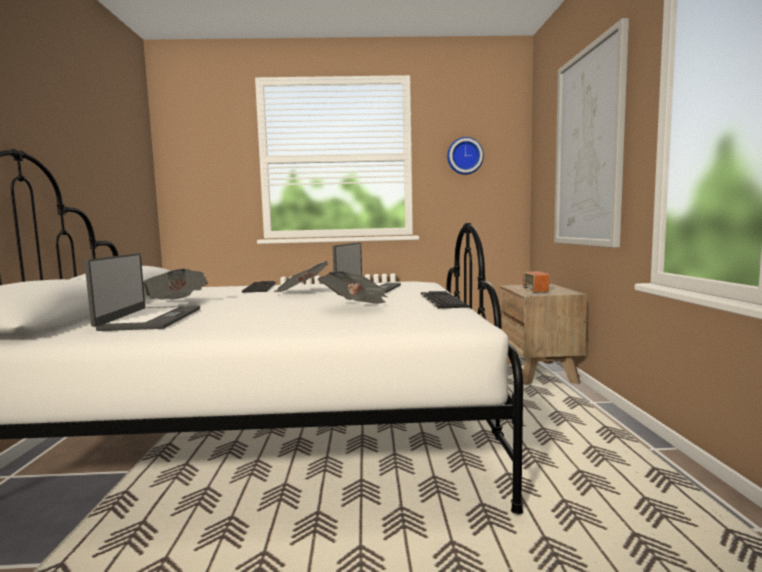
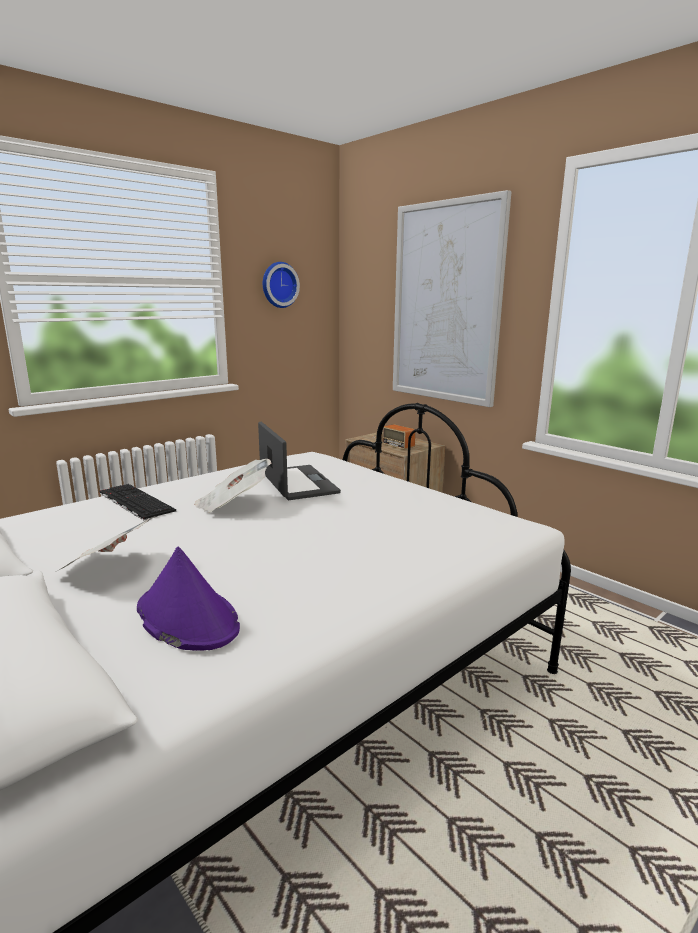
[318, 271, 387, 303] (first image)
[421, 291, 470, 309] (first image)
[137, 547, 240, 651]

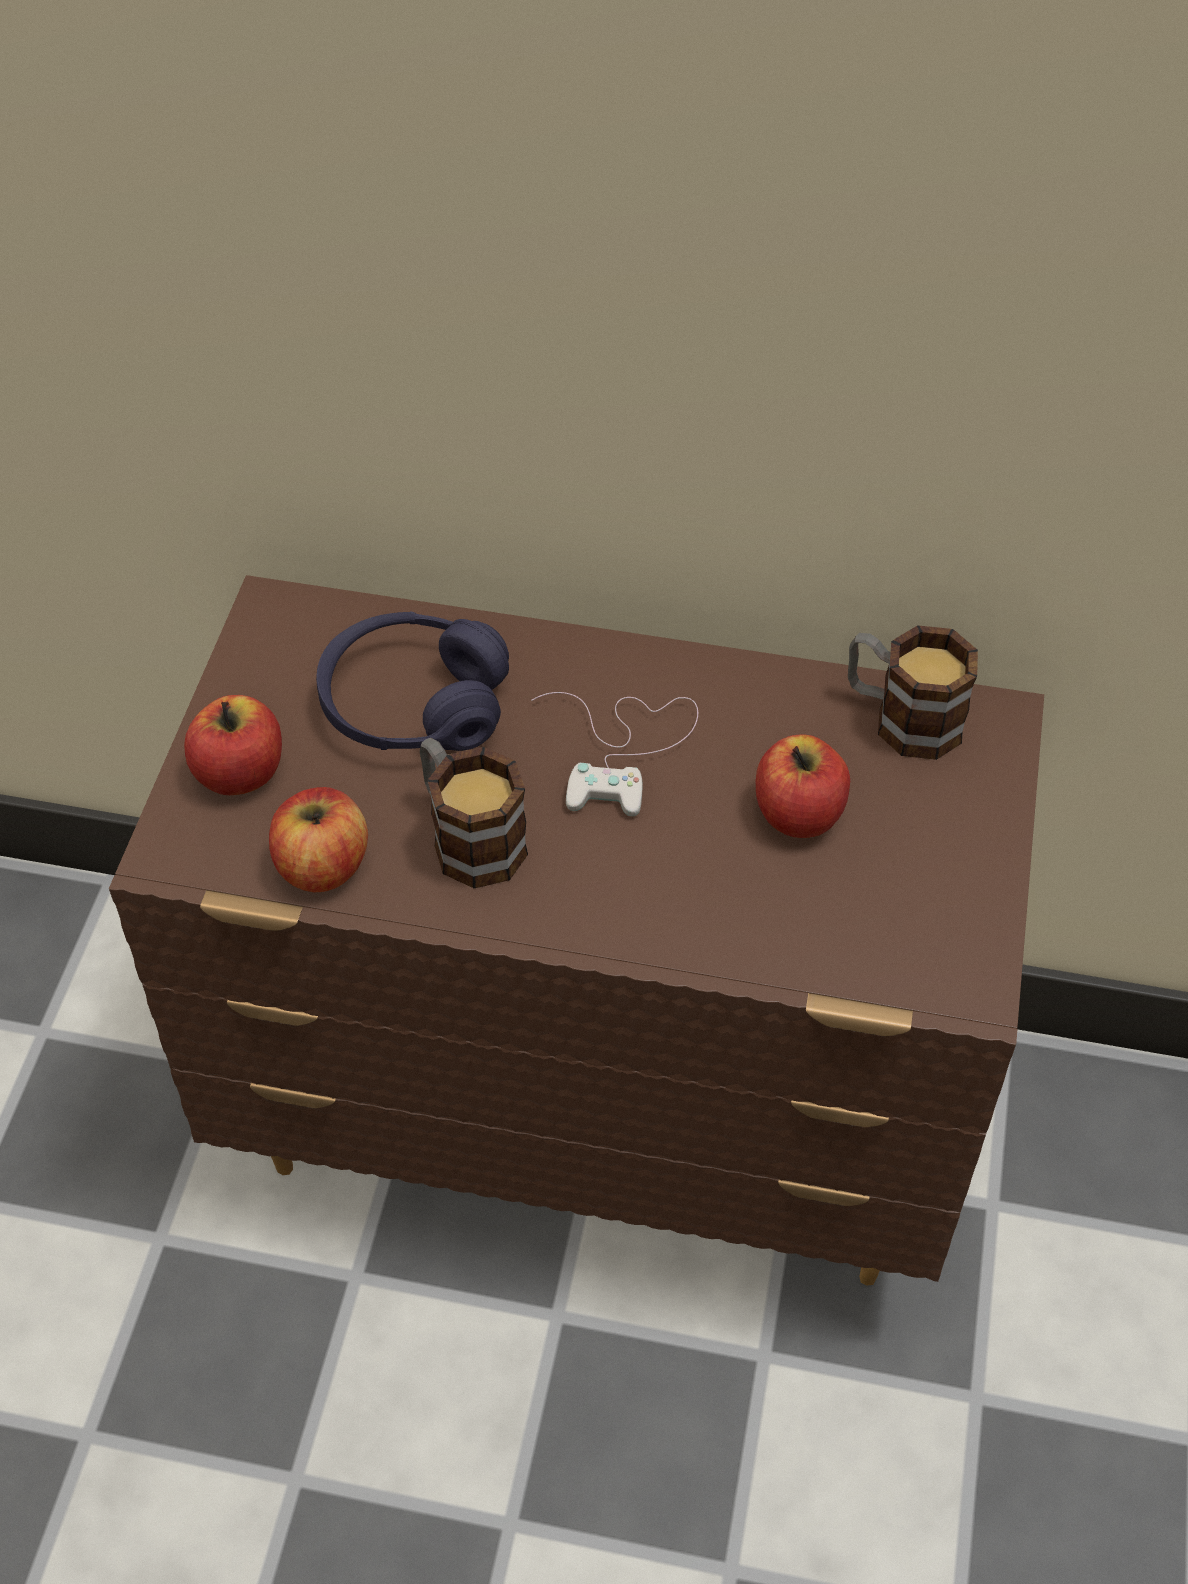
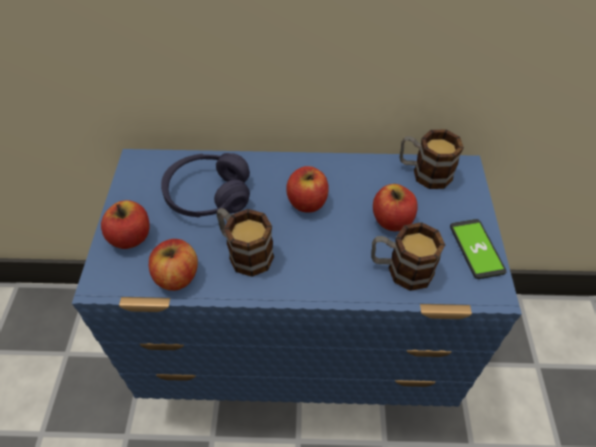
[371, 222, 445, 291]
[450, 219, 506, 279]
[286, 166, 329, 213]
[72, 149, 522, 407]

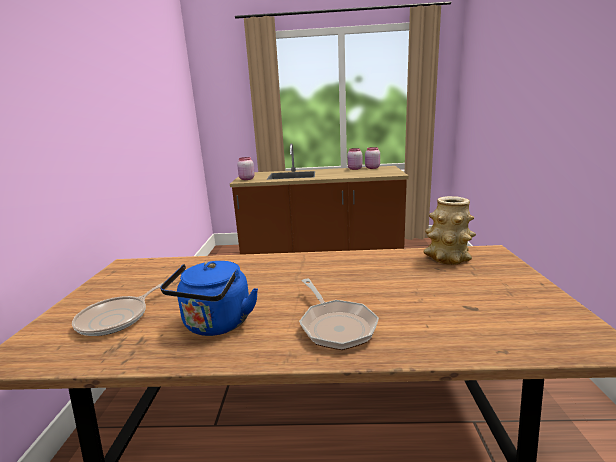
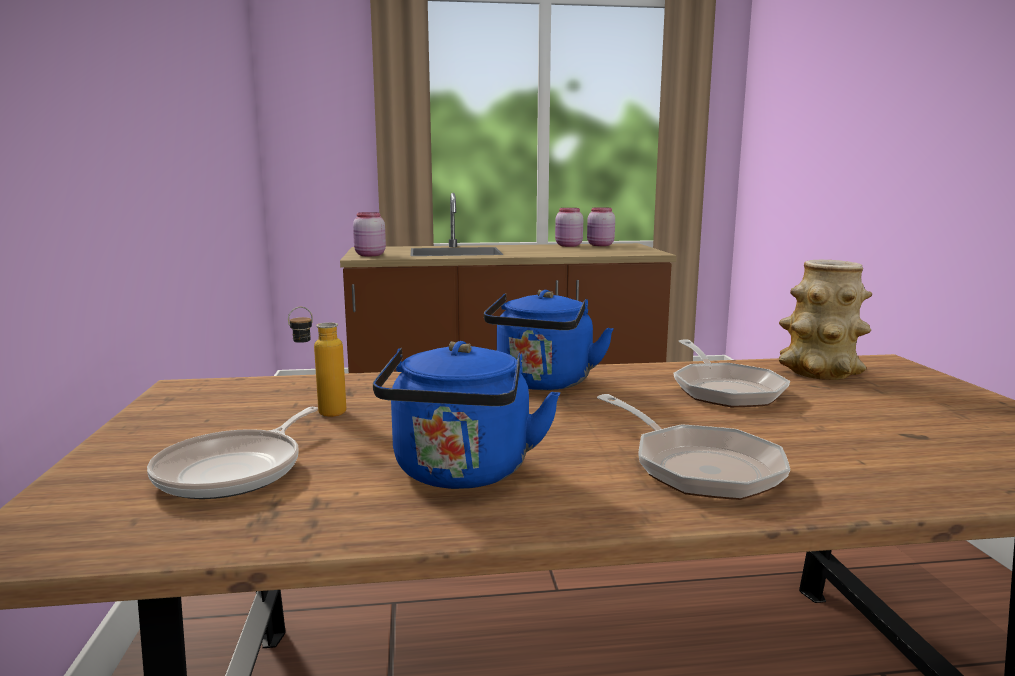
[288, 307, 346, 417]
[484, 290, 614, 390]
[674, 340, 790, 407]

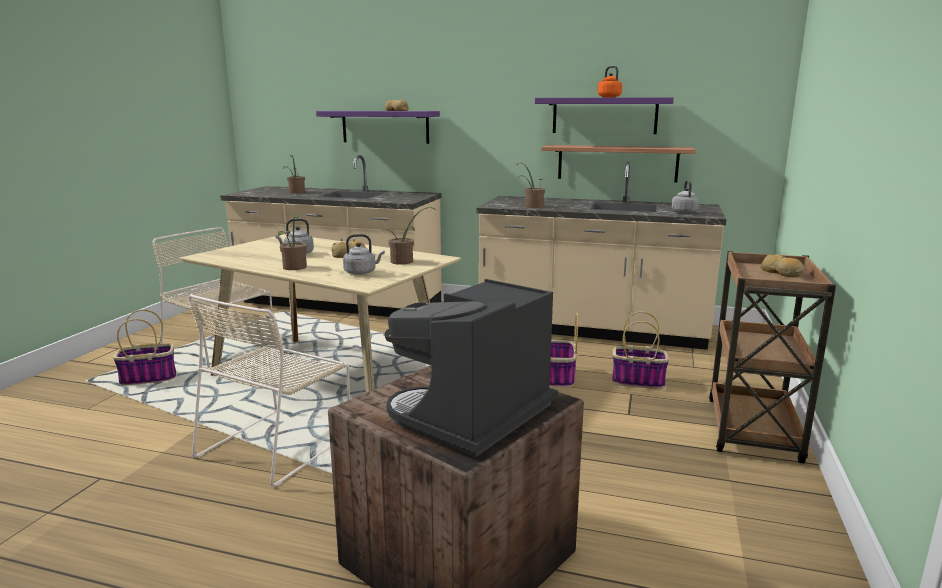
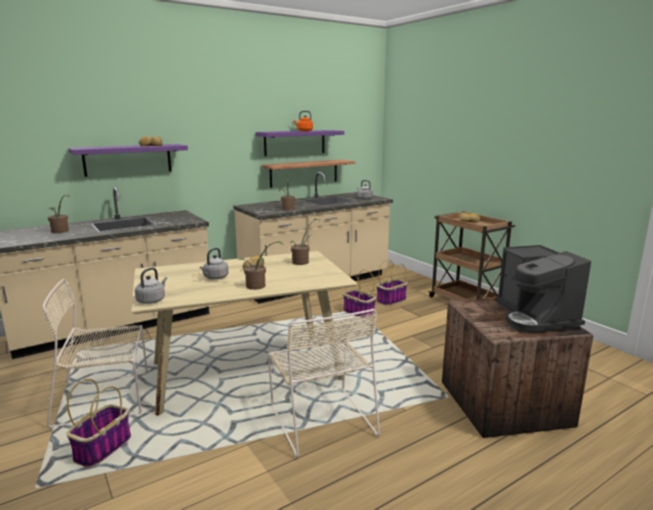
[135, 267, 167, 304]

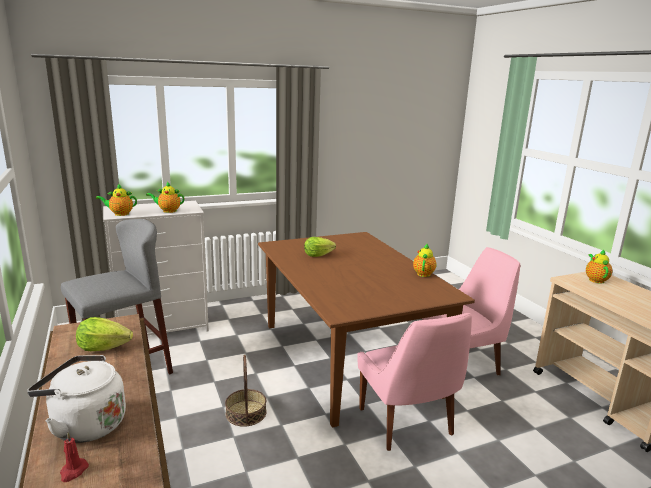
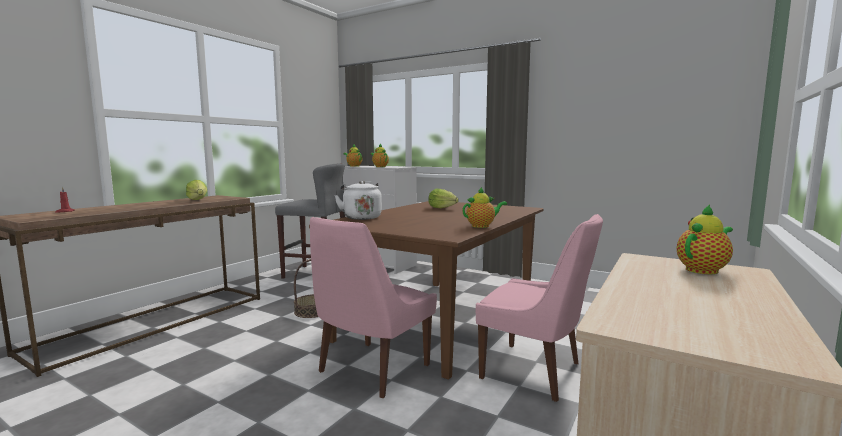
[335, 181, 382, 220]

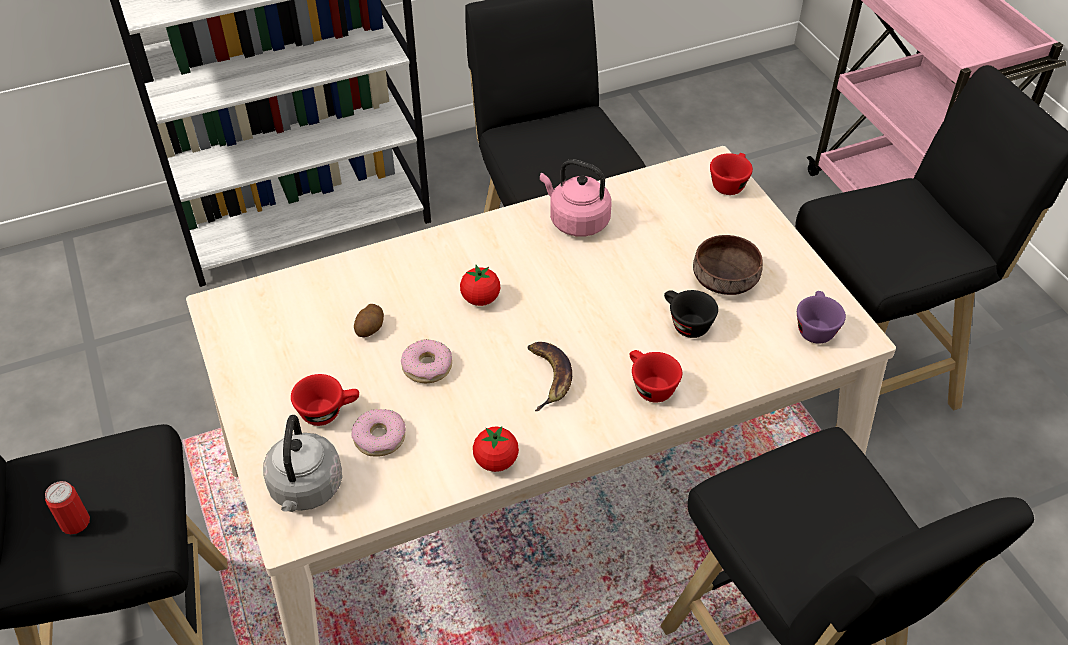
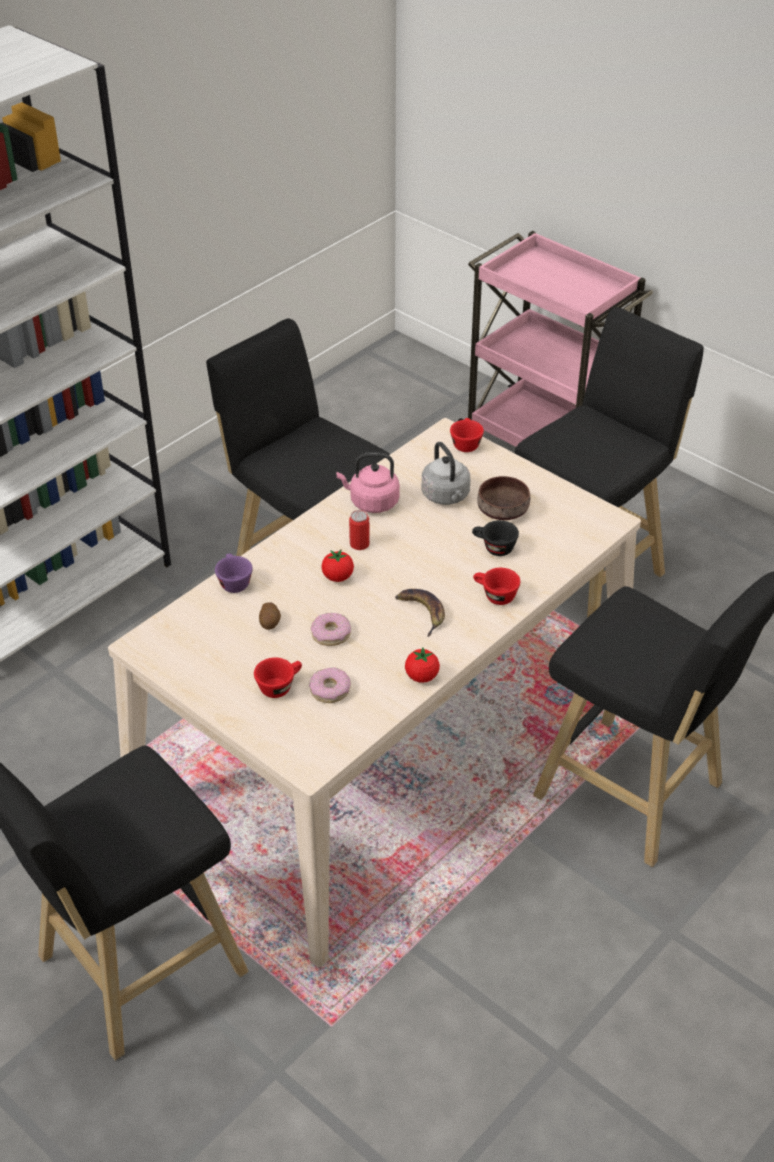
[349, 510, 370, 550]
[422, 442, 470, 505]
[215, 554, 253, 593]

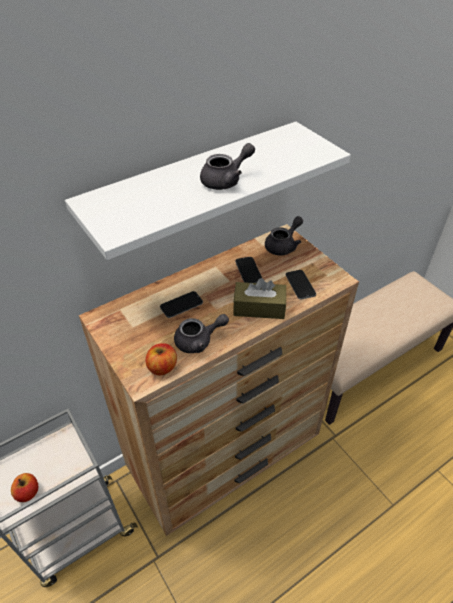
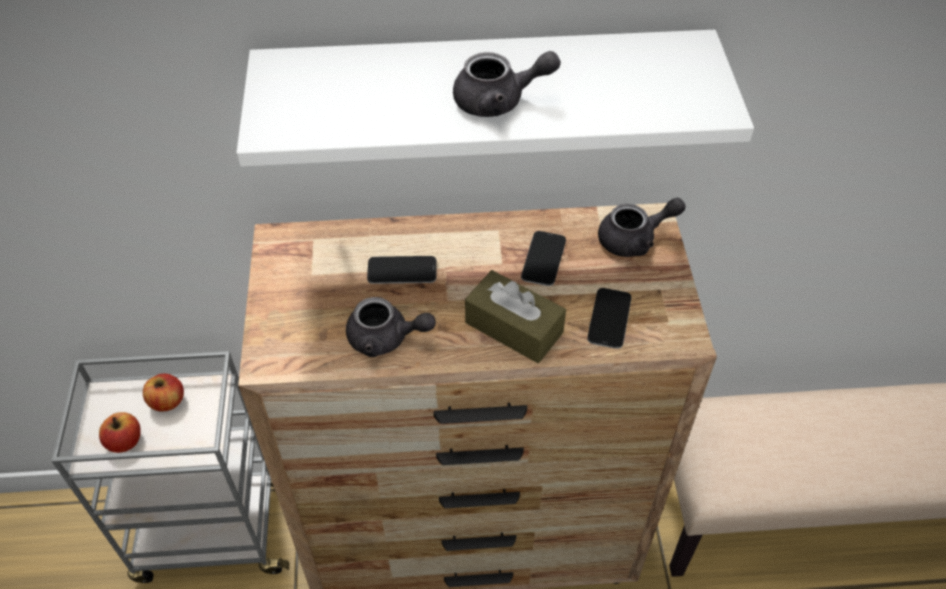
[143, 374, 184, 411]

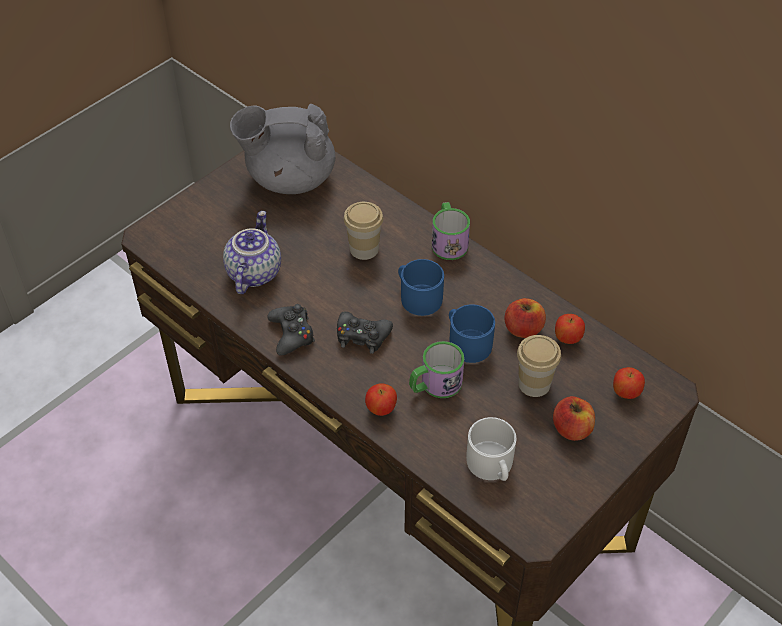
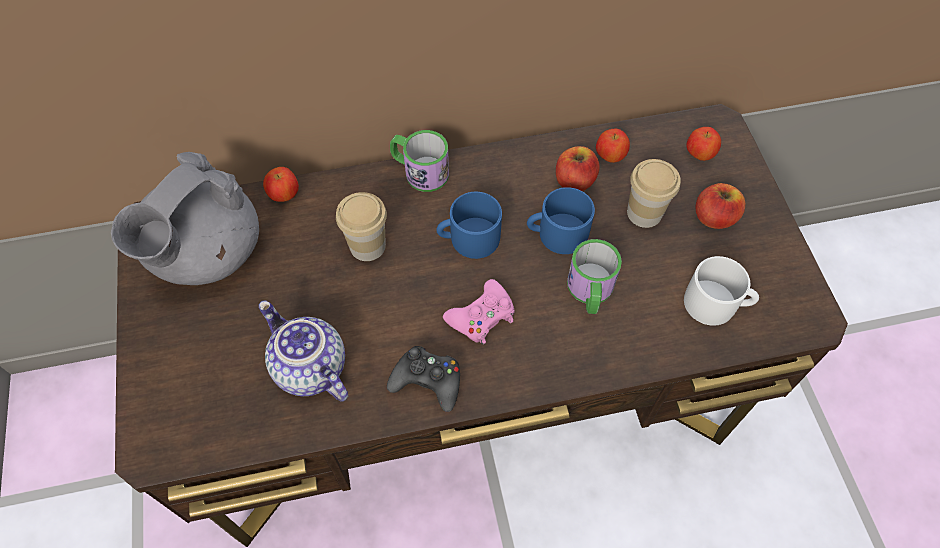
[263, 167, 299, 202]
[443, 279, 515, 345]

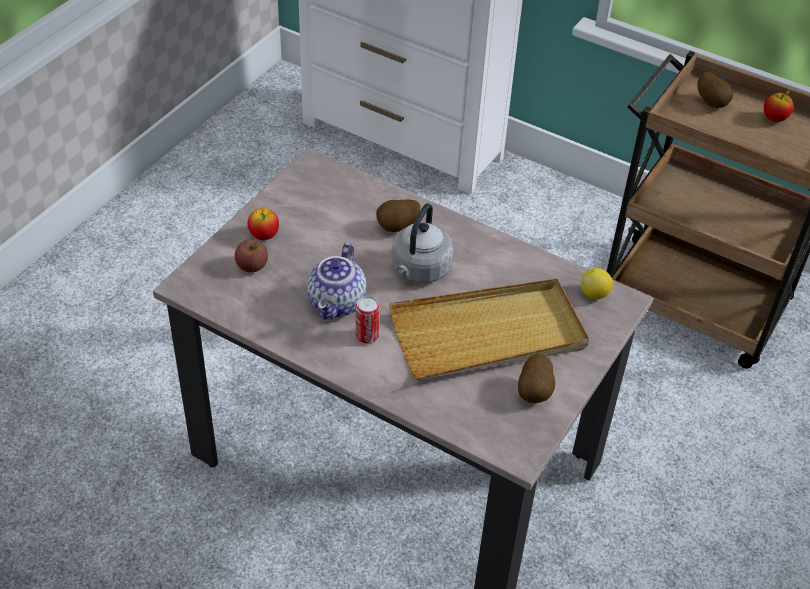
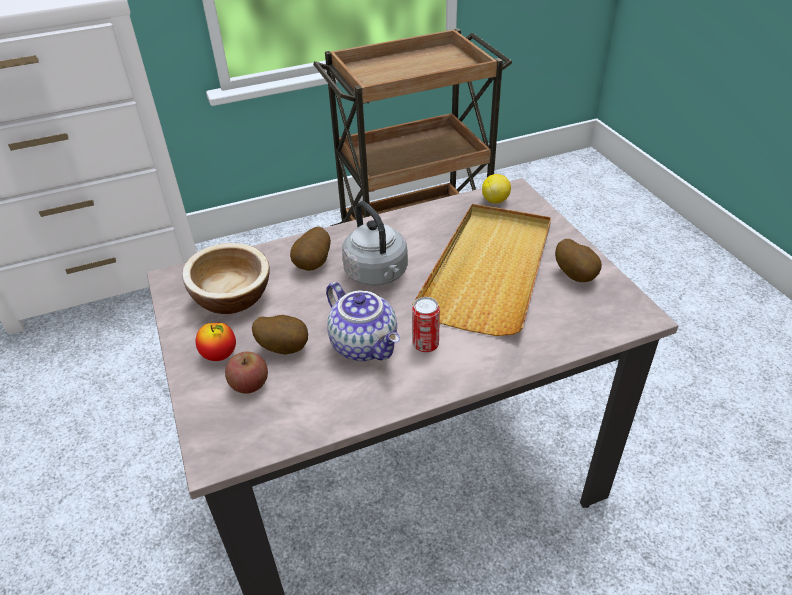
[764, 90, 794, 122] (first image)
[182, 243, 270, 314]
[252, 315, 308, 354]

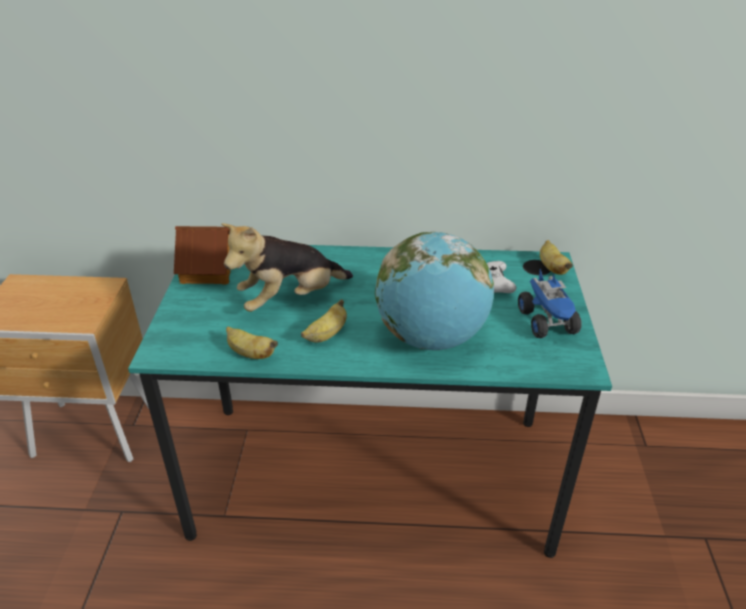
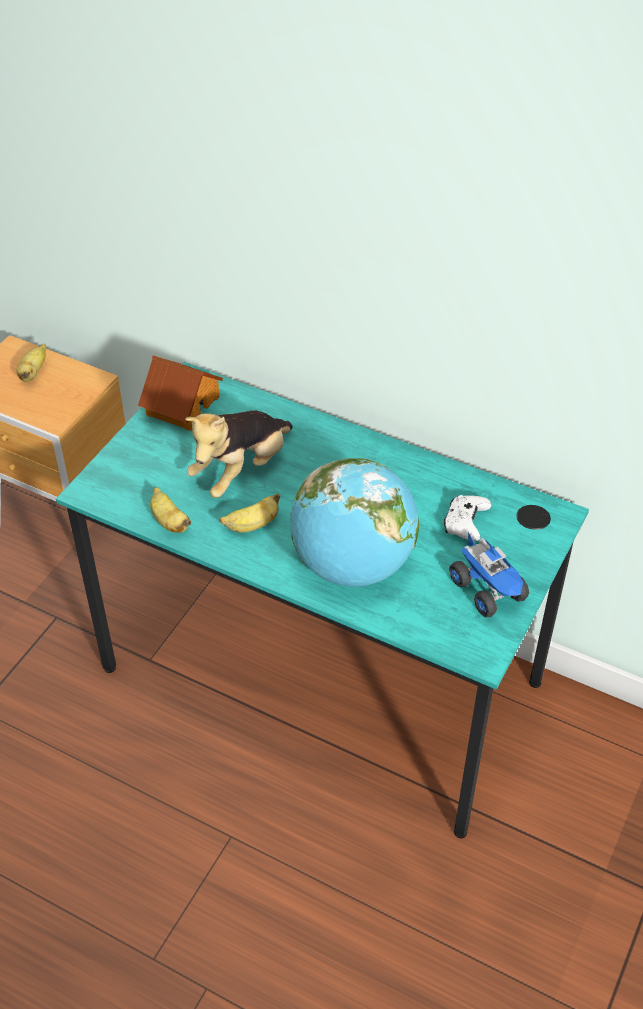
[16, 344, 46, 382]
[185, 410, 293, 498]
[449, 532, 529, 617]

